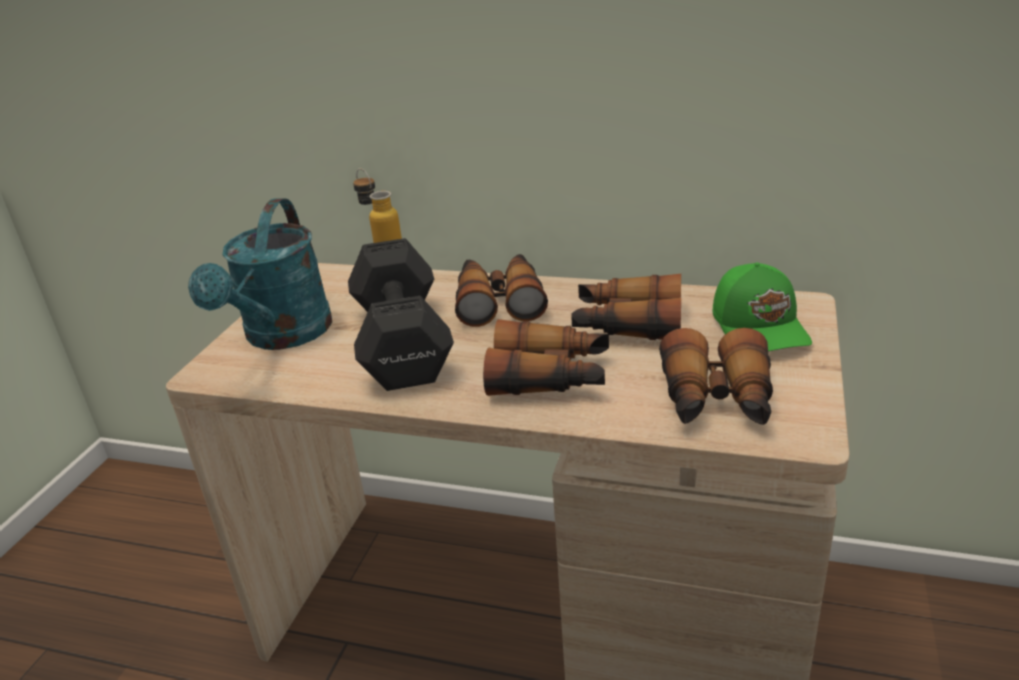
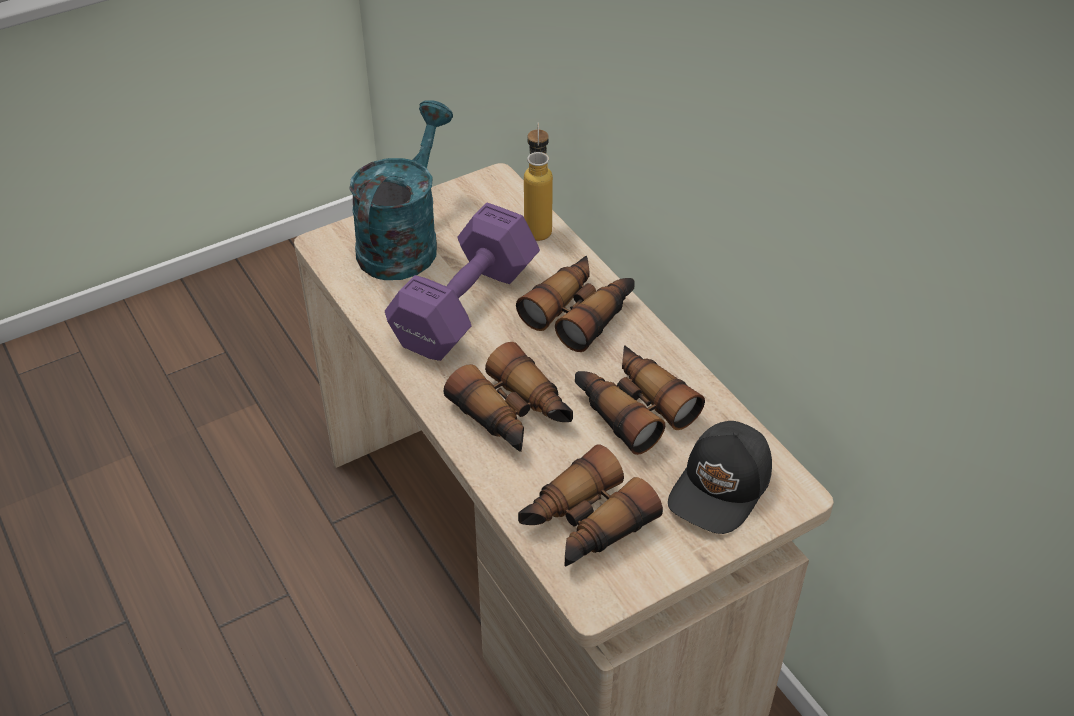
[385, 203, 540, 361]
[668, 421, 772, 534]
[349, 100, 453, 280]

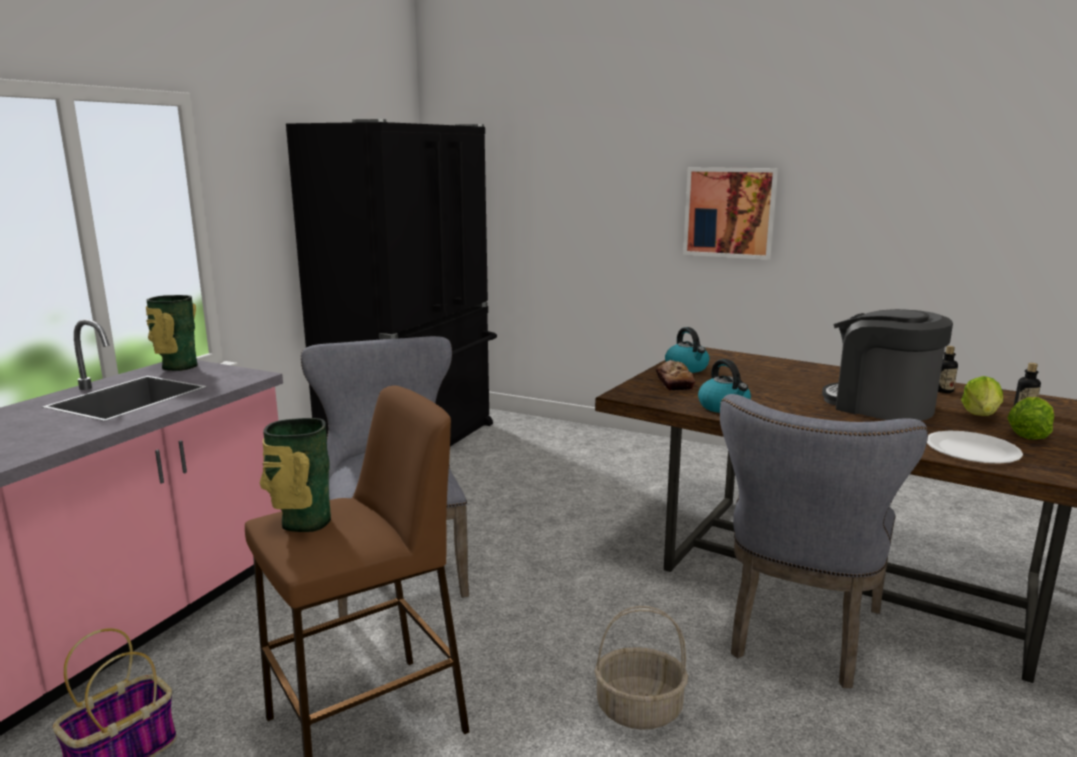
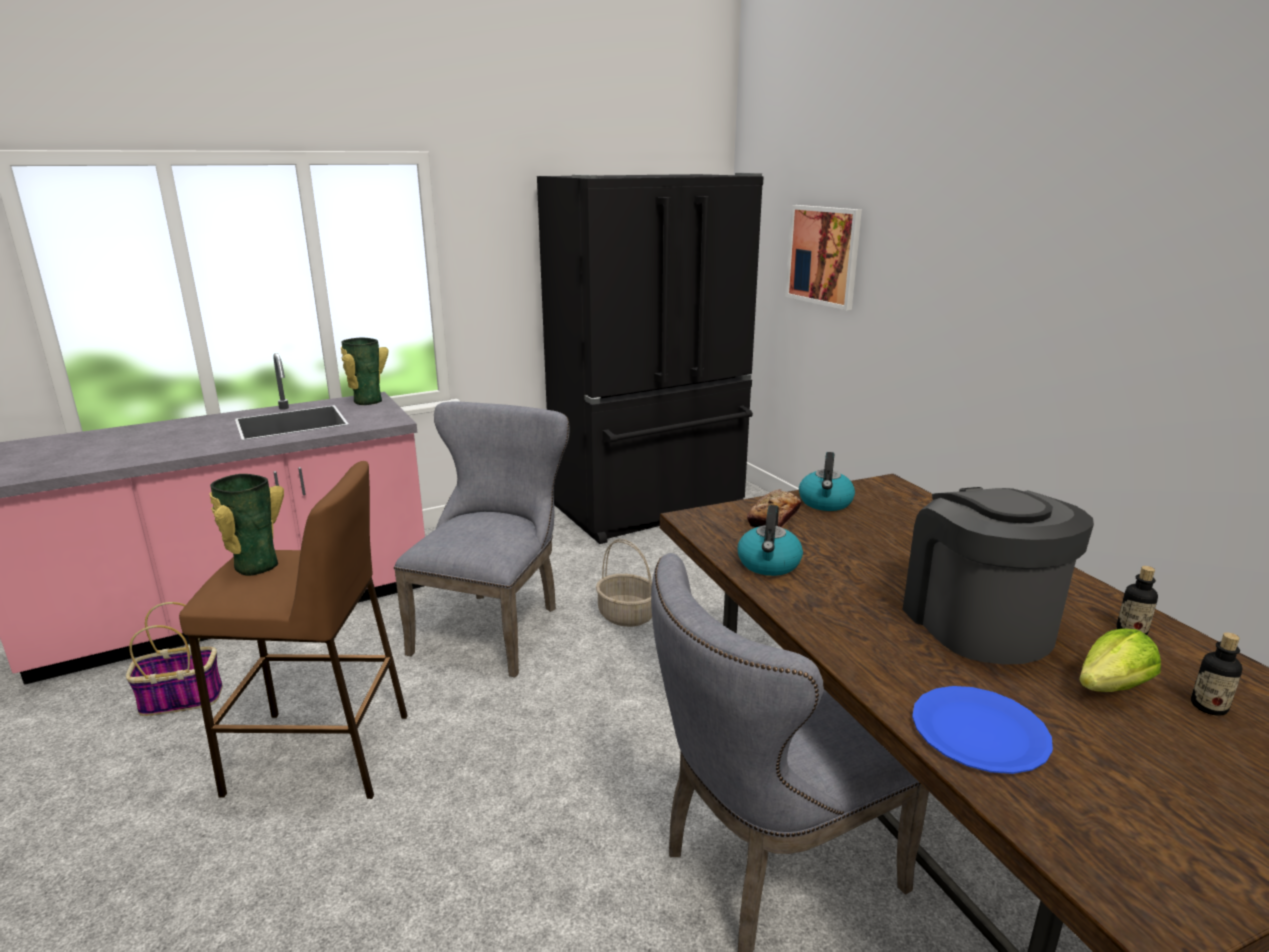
[1007, 397, 1054, 439] (first image)
[596, 539, 652, 627]
[785, 205, 862, 310]
[912, 686, 1053, 774]

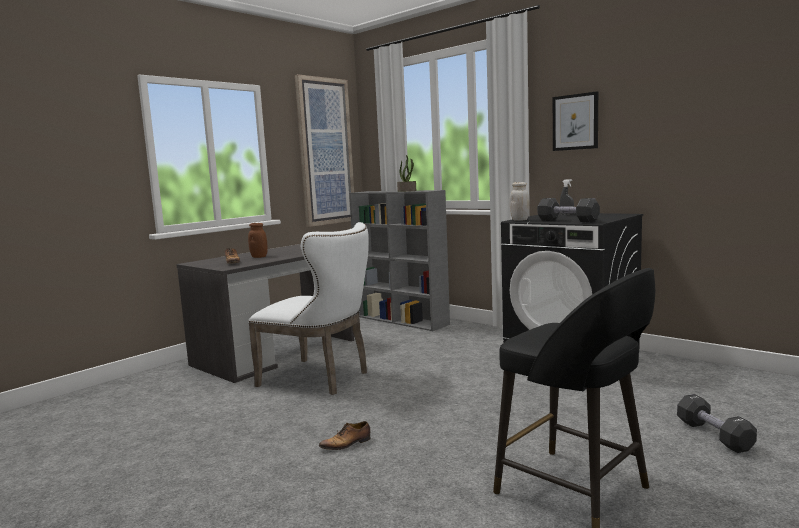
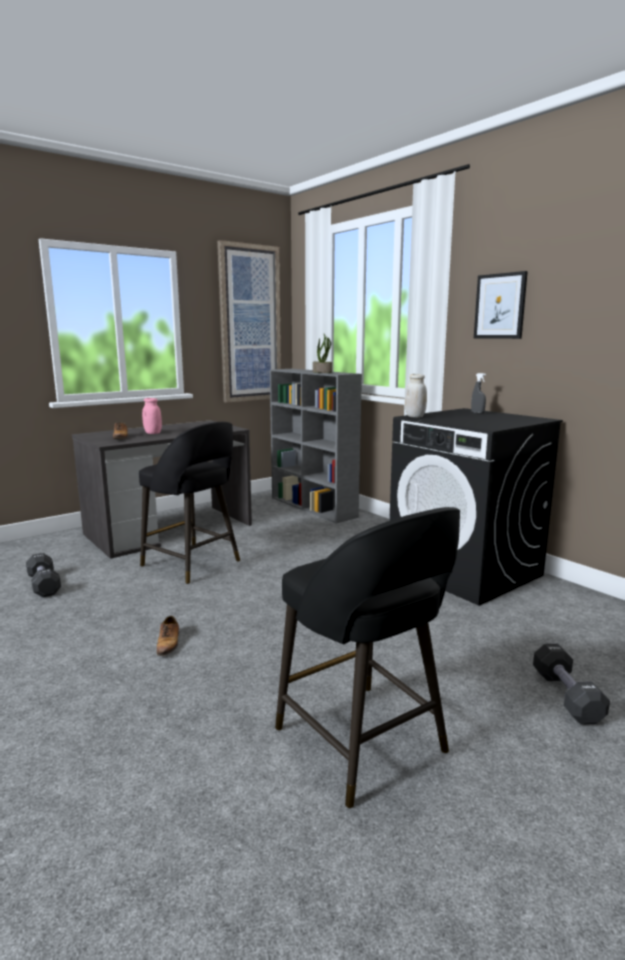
[26, 553, 61, 597]
[139, 422, 240, 584]
[142, 398, 162, 434]
[157, 616, 179, 656]

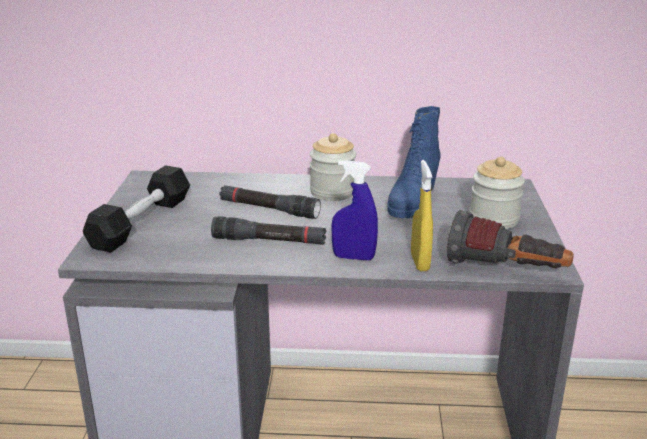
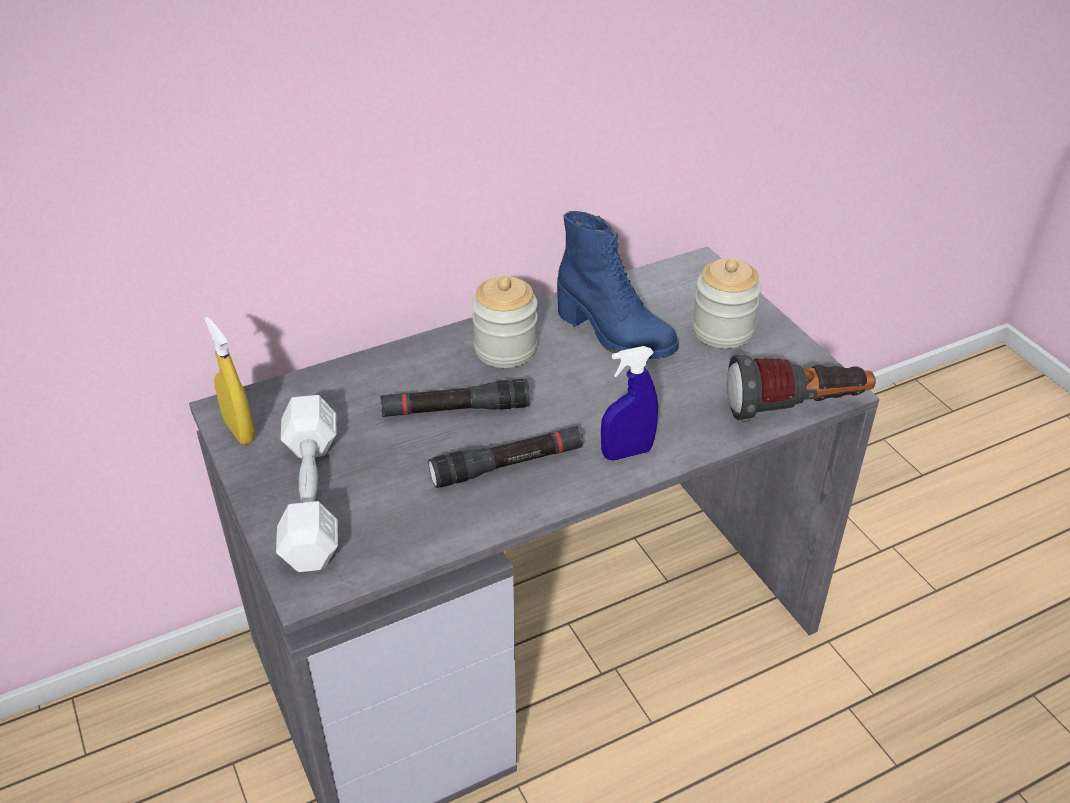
[205, 317, 255, 445]
[276, 395, 338, 572]
[557, 211, 679, 359]

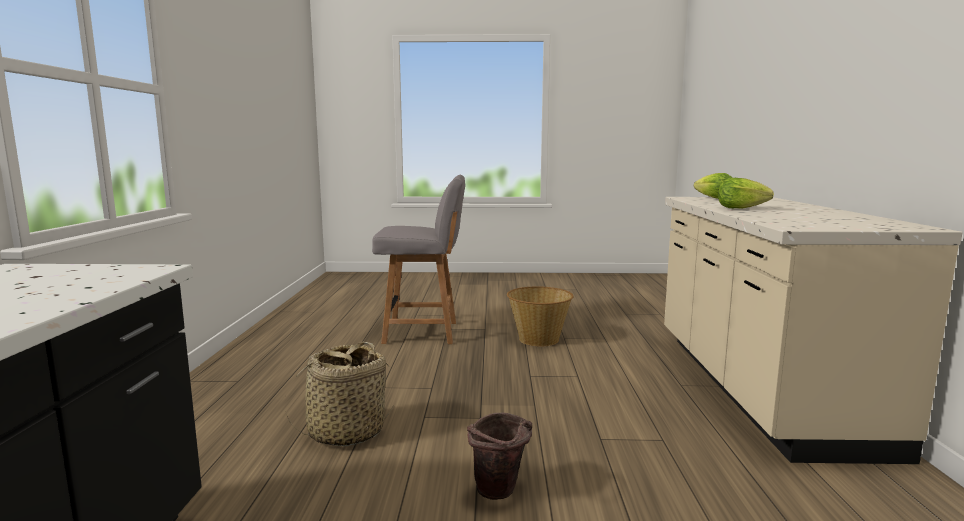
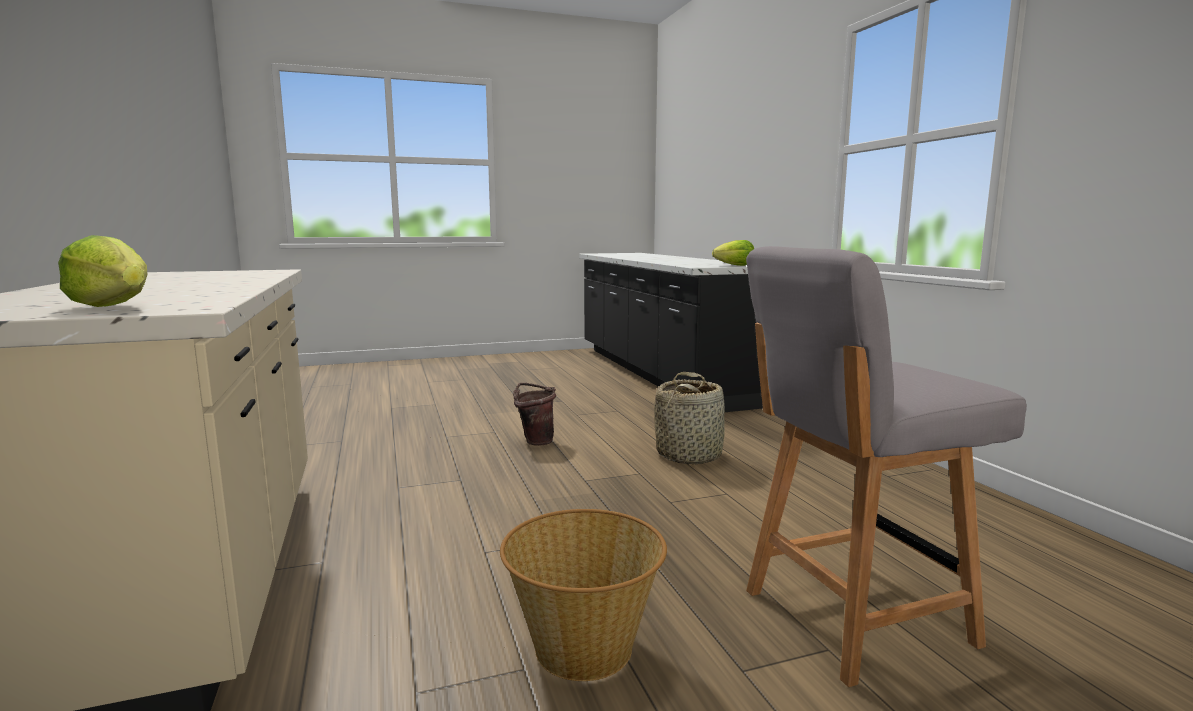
[712, 240, 754, 266]

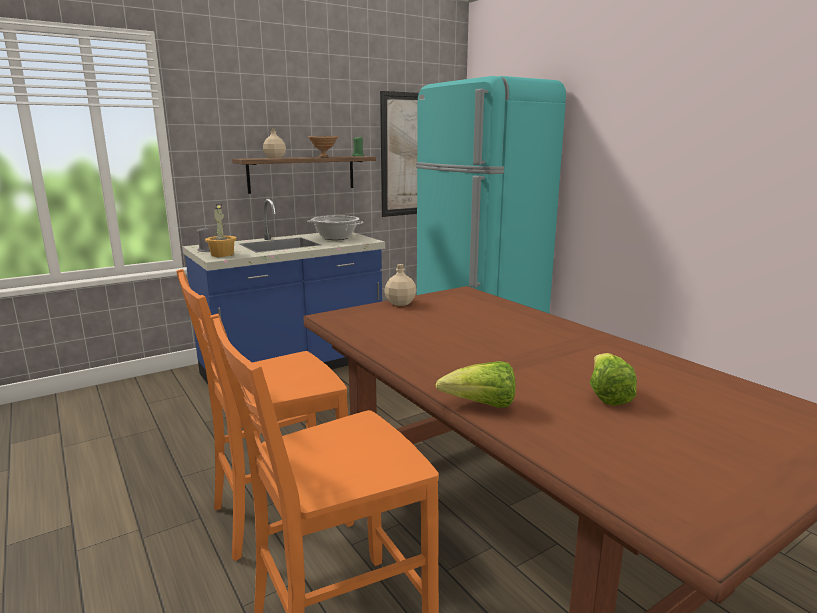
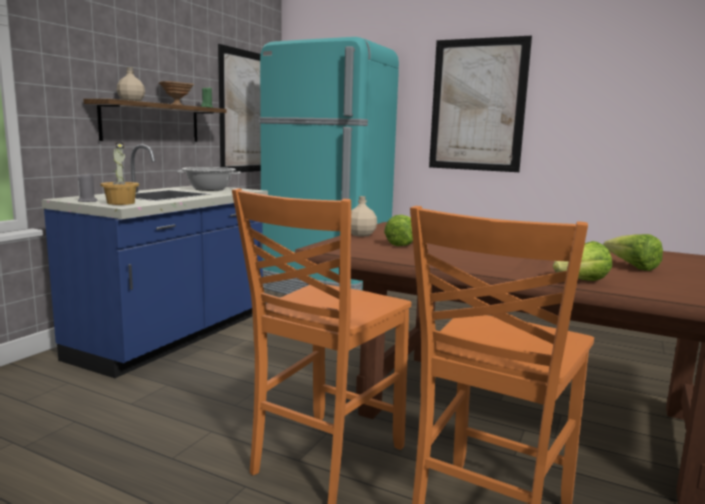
[384, 215, 413, 246]
[429, 36, 532, 172]

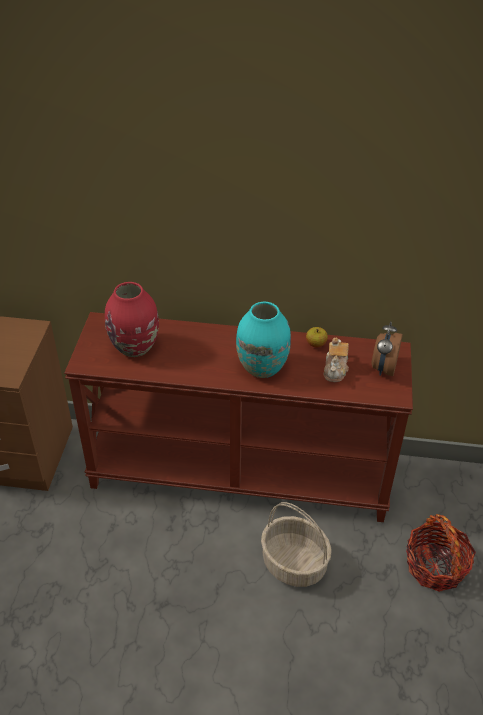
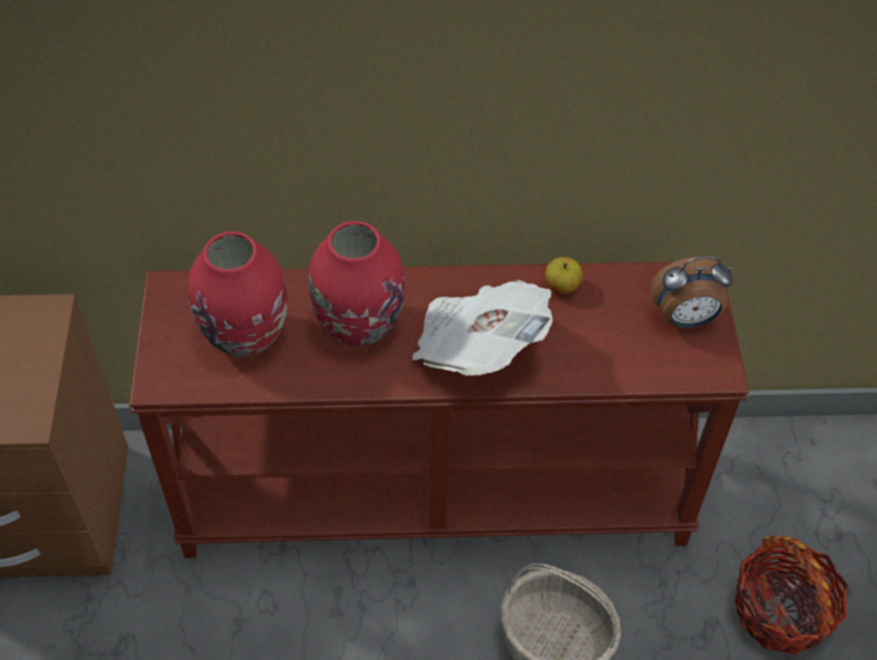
[324, 338, 349, 382] (first image)
[308, 221, 405, 346]
[412, 280, 553, 376]
[650, 257, 733, 328]

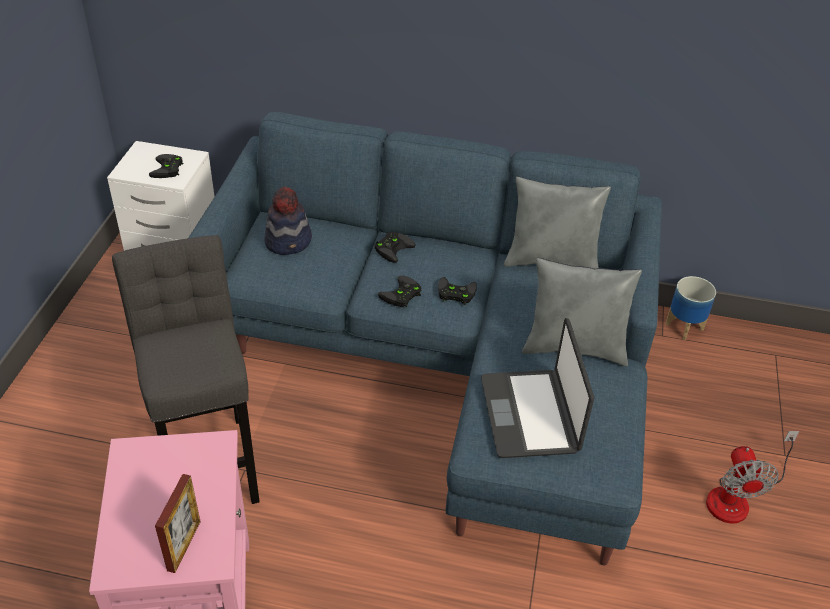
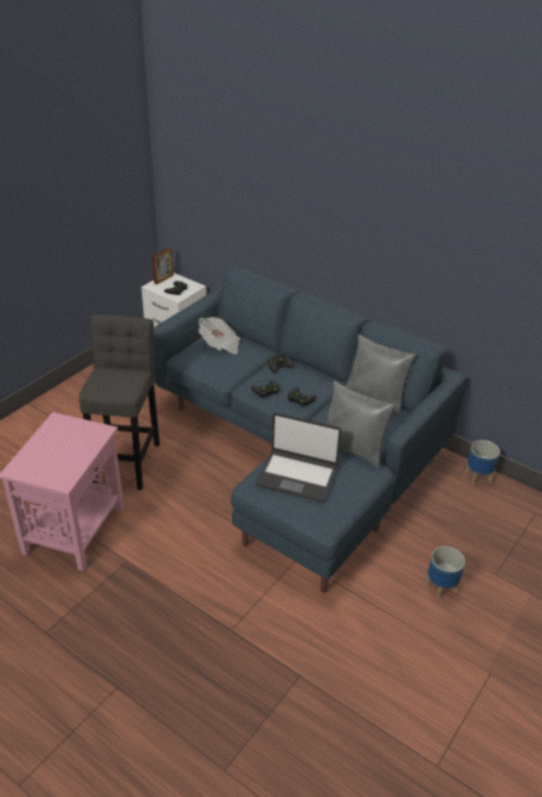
[152, 247, 174, 285]
[198, 317, 240, 354]
[425, 546, 465, 600]
[256, 413, 341, 502]

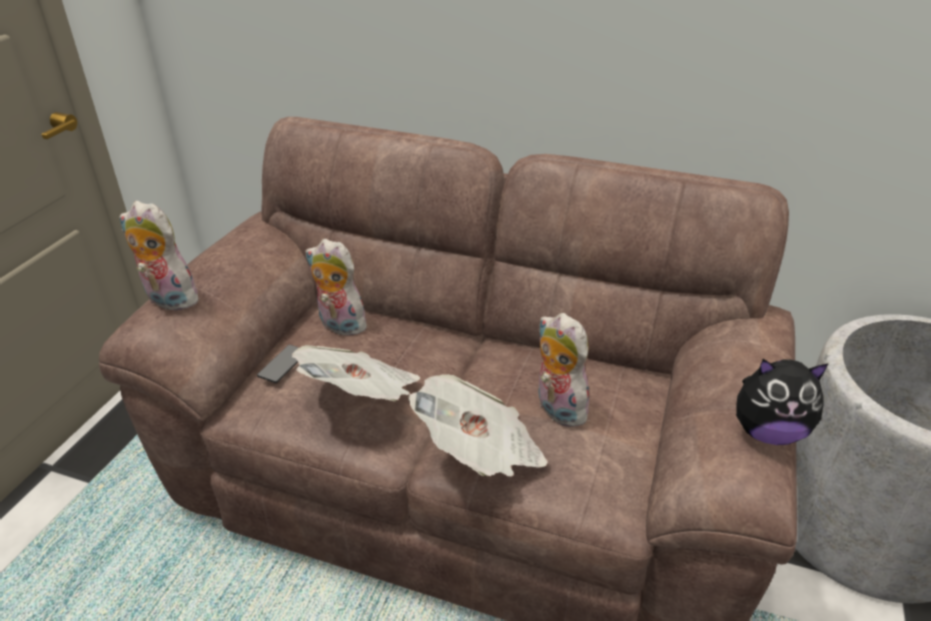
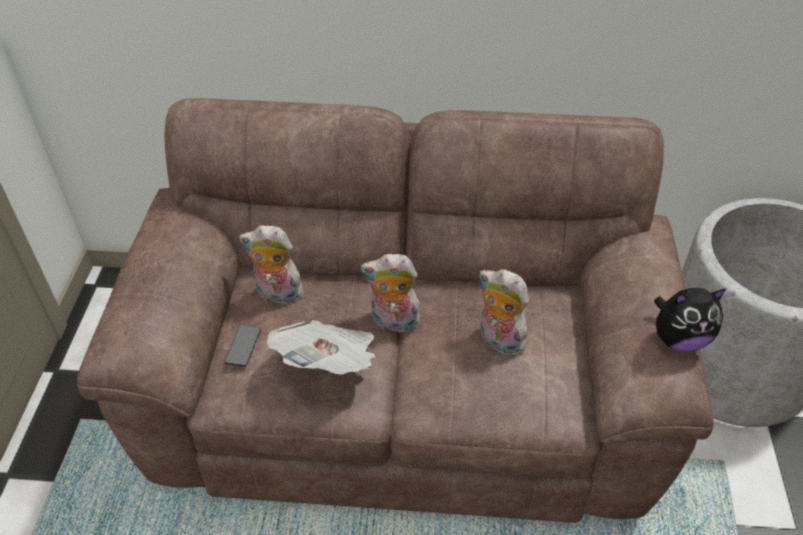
[409, 374, 548, 477] (first image)
[361, 254, 422, 332]

